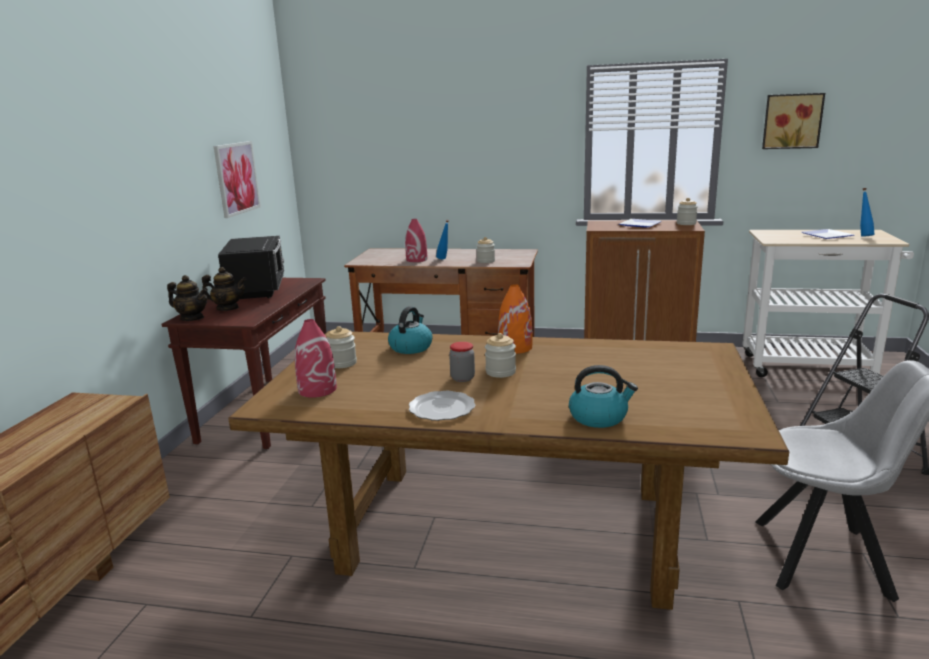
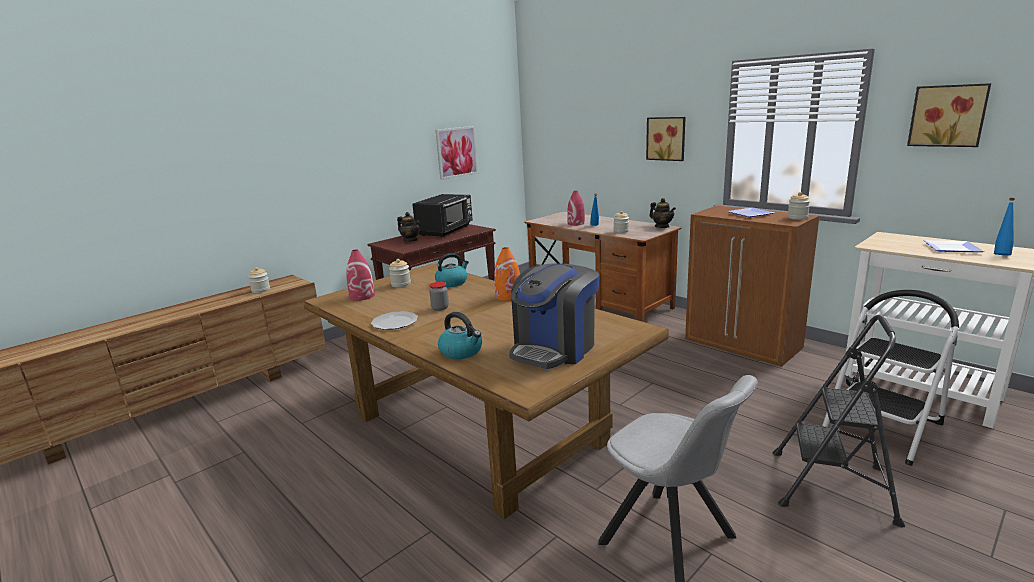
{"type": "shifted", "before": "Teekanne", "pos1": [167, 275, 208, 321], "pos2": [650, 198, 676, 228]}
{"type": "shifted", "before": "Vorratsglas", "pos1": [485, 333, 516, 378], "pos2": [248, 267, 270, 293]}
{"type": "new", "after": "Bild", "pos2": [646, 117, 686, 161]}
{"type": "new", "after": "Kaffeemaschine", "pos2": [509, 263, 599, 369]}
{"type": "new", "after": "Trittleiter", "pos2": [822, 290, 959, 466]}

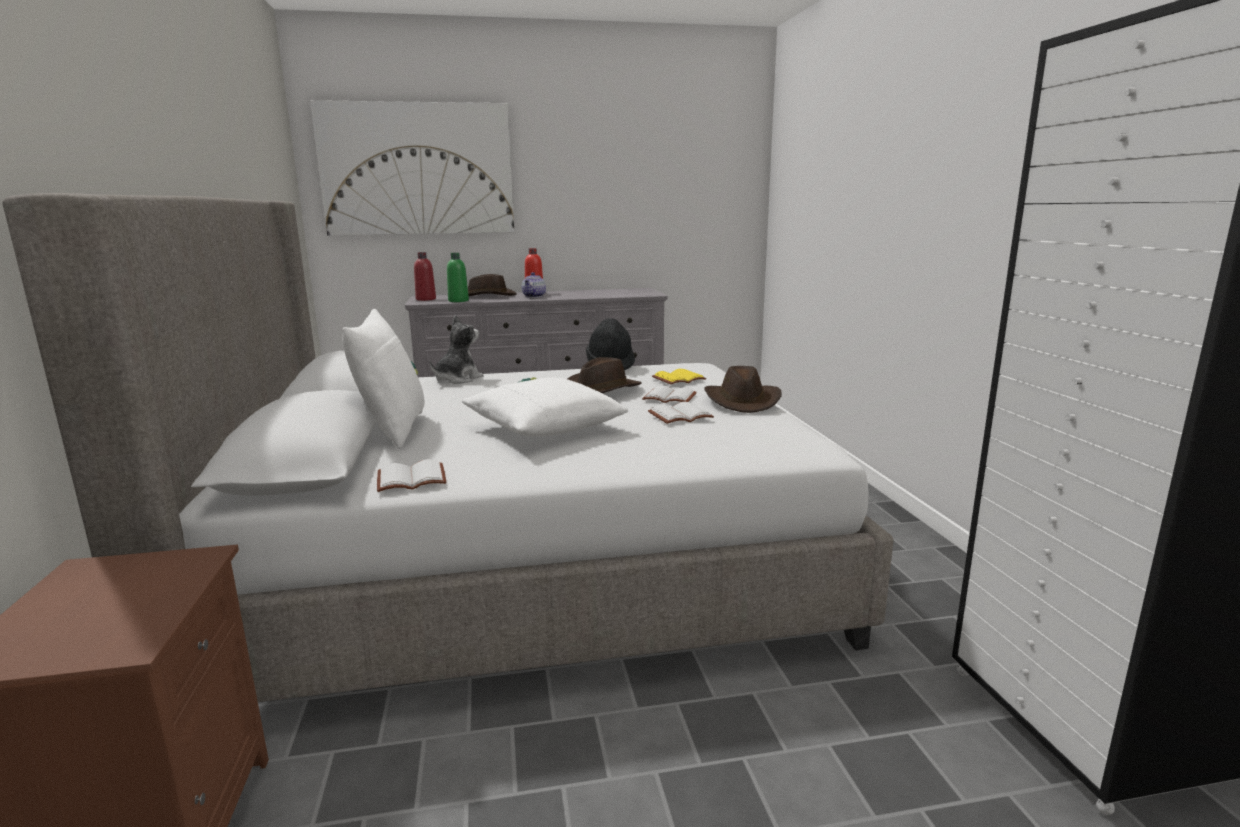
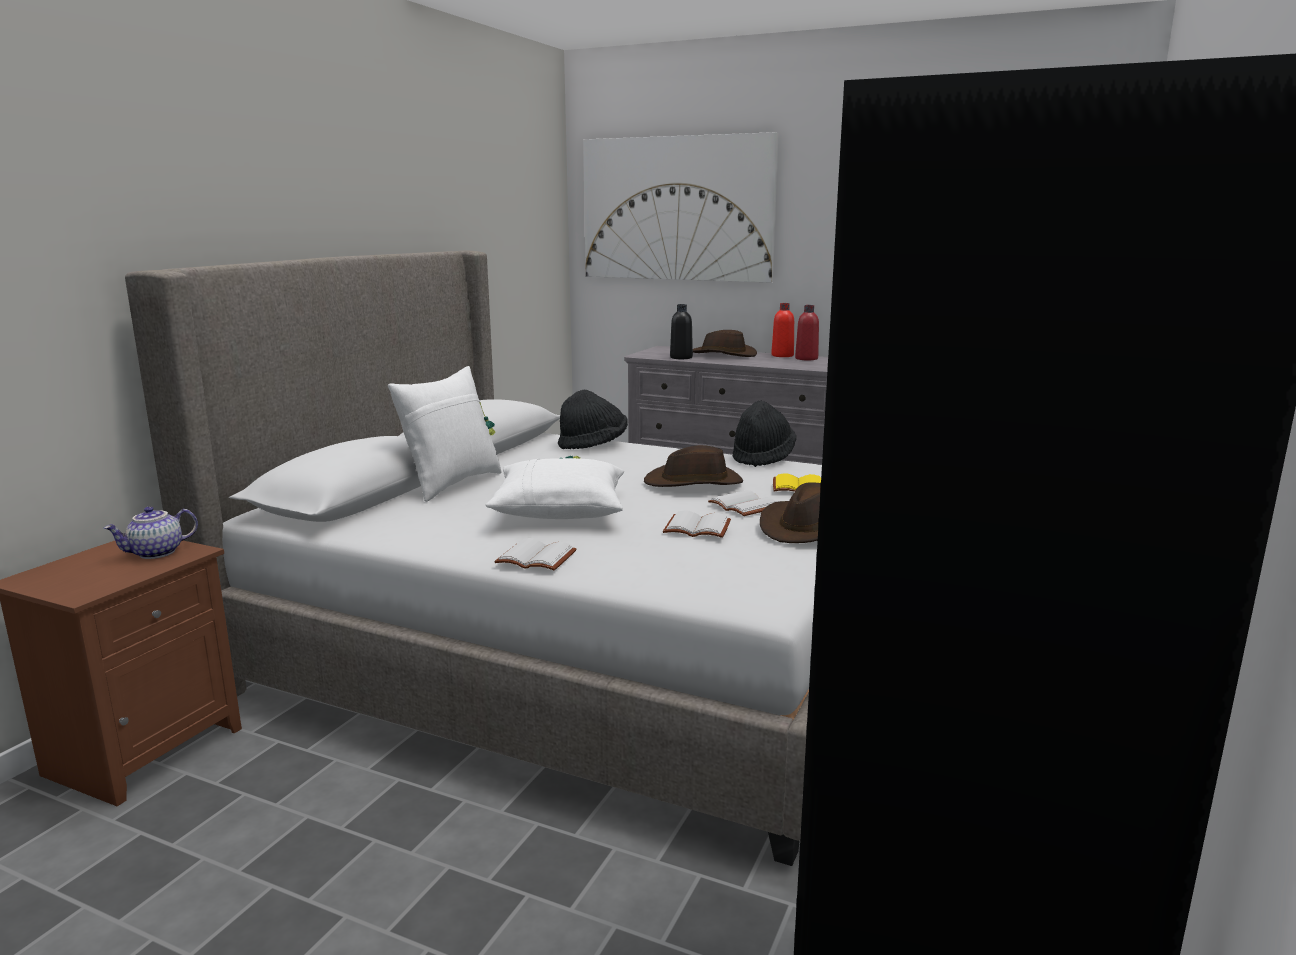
{"type": "shifted", "before": "Flasche (rot)", "pos1": [414, 252, 436, 301], "pos2": [795, 305, 819, 360]}
{"type": "repainted", "before": "Flasche (grün)", "after": "Flasche (schwarz)", "pos1": [447, 253, 469, 302], "pos2": [670, 304, 693, 359]}
{"type": "shifted", "before": "Teekanne", "pos1": [522, 272, 546, 298], "pos2": [103, 507, 198, 559]}
{"type": "swapped", "before": "Plüschtier", "after": "Hut (schwarz)", "pos1": [429, 315, 484, 384], "pos2": [558, 390, 628, 449]}
{"type": "shifted", "before": "Buch (weiß)", "pos1": [377, 459, 446, 492], "pos2": [494, 538, 577, 570]}

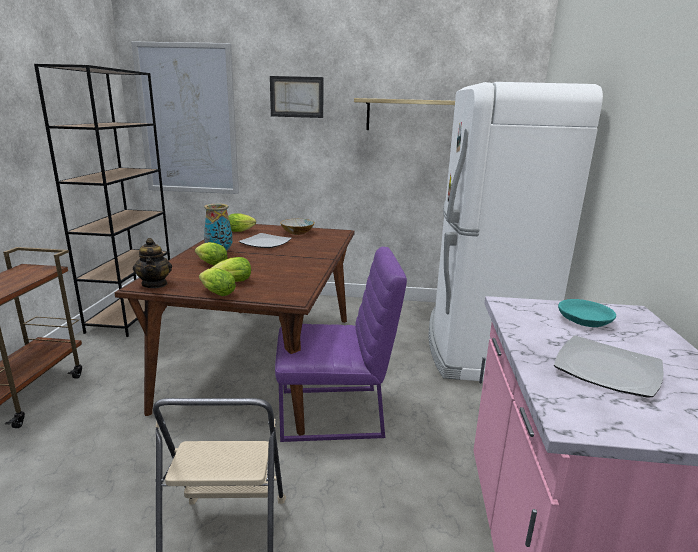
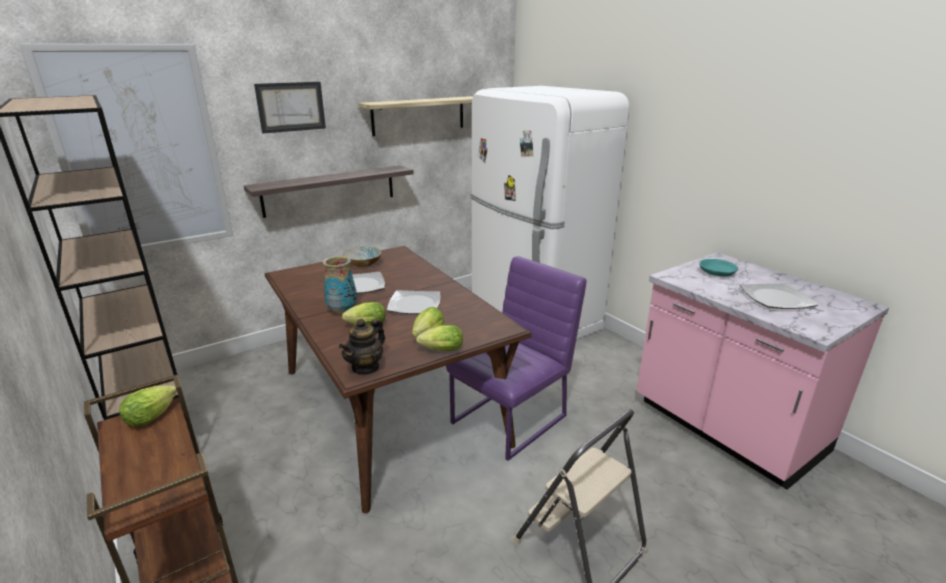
{"type": "shifted", "before": "Salatkopf", "pos1": [228, 213, 256, 232], "pos2": [119, 385, 177, 427]}
{"type": "rotated", "before": "Teekanne", "pos1": [133, 238, 172, 288], "pos2": [339, 318, 385, 376], "turn": 90}
{"type": "new", "after": "Wandregal", "pos2": [244, 165, 414, 218]}
{"type": "new", "after": "Teller", "pos2": [387, 290, 441, 314]}

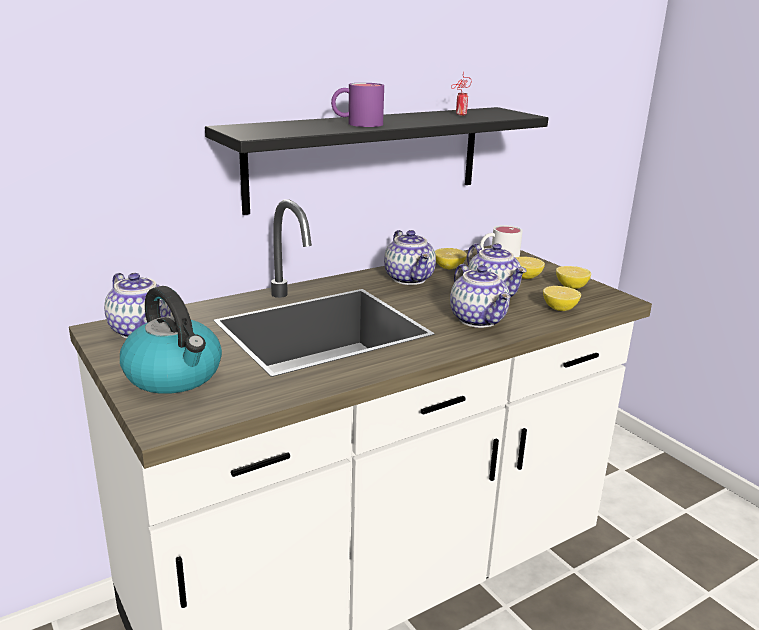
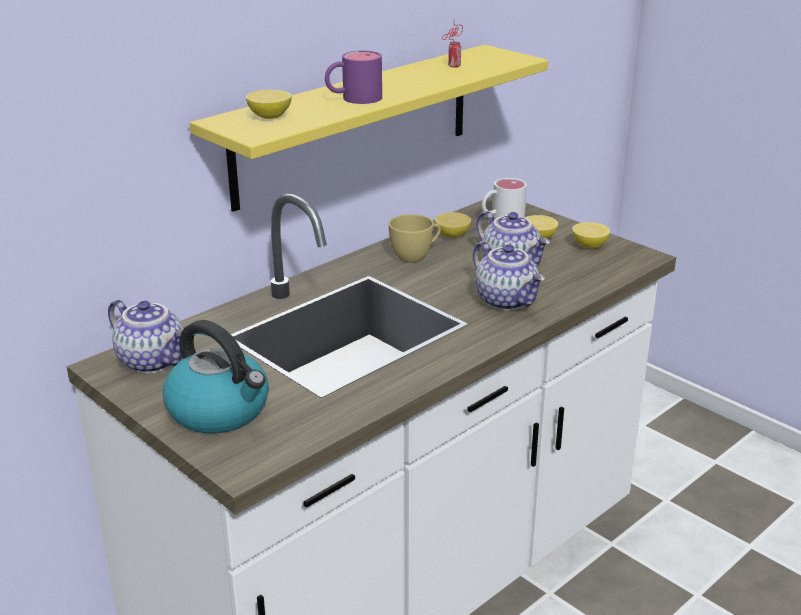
{"type": "repainted", "before": "Wandregal (schwarz)", "after": "Wandregal (gelb)", "pos1": [205, 107, 548, 215], "pos2": [190, 45, 548, 212]}
{"type": "swapped", "before": "Teekanne", "after": "Tasse (gelb)", "pos1": [384, 230, 436, 285], "pos2": [389, 214, 441, 263]}
{"type": "shifted", "before": "Zitrone", "pos1": [543, 286, 581, 311], "pos2": [246, 90, 292, 119]}

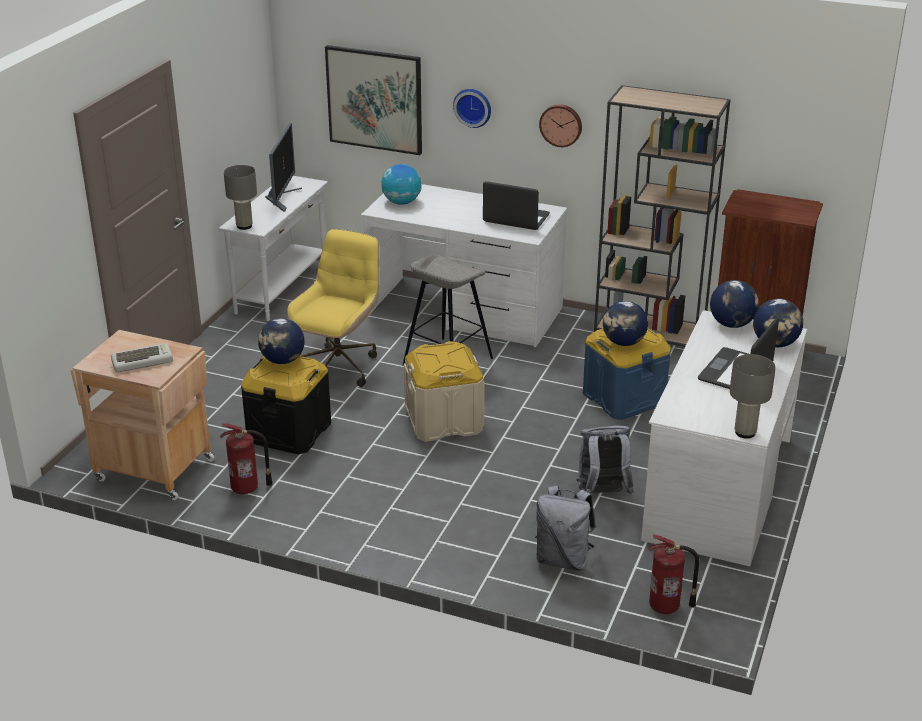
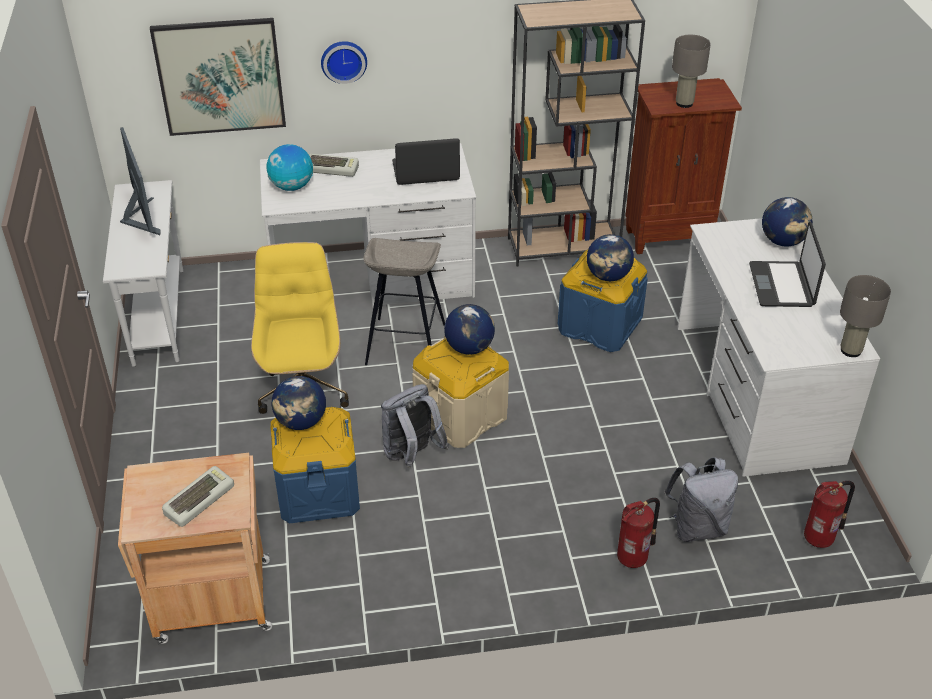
{"type": "gone", "before": "Wanduhr", "pos1": [539, 104, 582, 147]}
{"type": "shifted", "before": "Tischlampe (grau)", "pos1": [224, 165, 257, 230], "pos2": [672, 35, 711, 108]}
{"type": "shifted", "before": "Globus", "pos1": [710, 280, 759, 328], "pos2": [444, 304, 495, 355]}
{"type": "repainted", "before": "Aufbewahrungsbox (schwarz)", "after": "Aufbewahrungsbox (blau)", "pos1": [241, 356, 331, 454], "pos2": [271, 407, 360, 523]}
{"type": "shifted", "before": "Feuerlöscher", "pos1": [220, 423, 273, 494], "pos2": [617, 498, 660, 568]}
{"type": "shifted", "before": "Rucksack (grau)", "pos1": [576, 425, 634, 494], "pos2": [381, 384, 449, 468]}
{"type": "new", "after": "Tastatur", "pos2": [309, 154, 359, 177]}

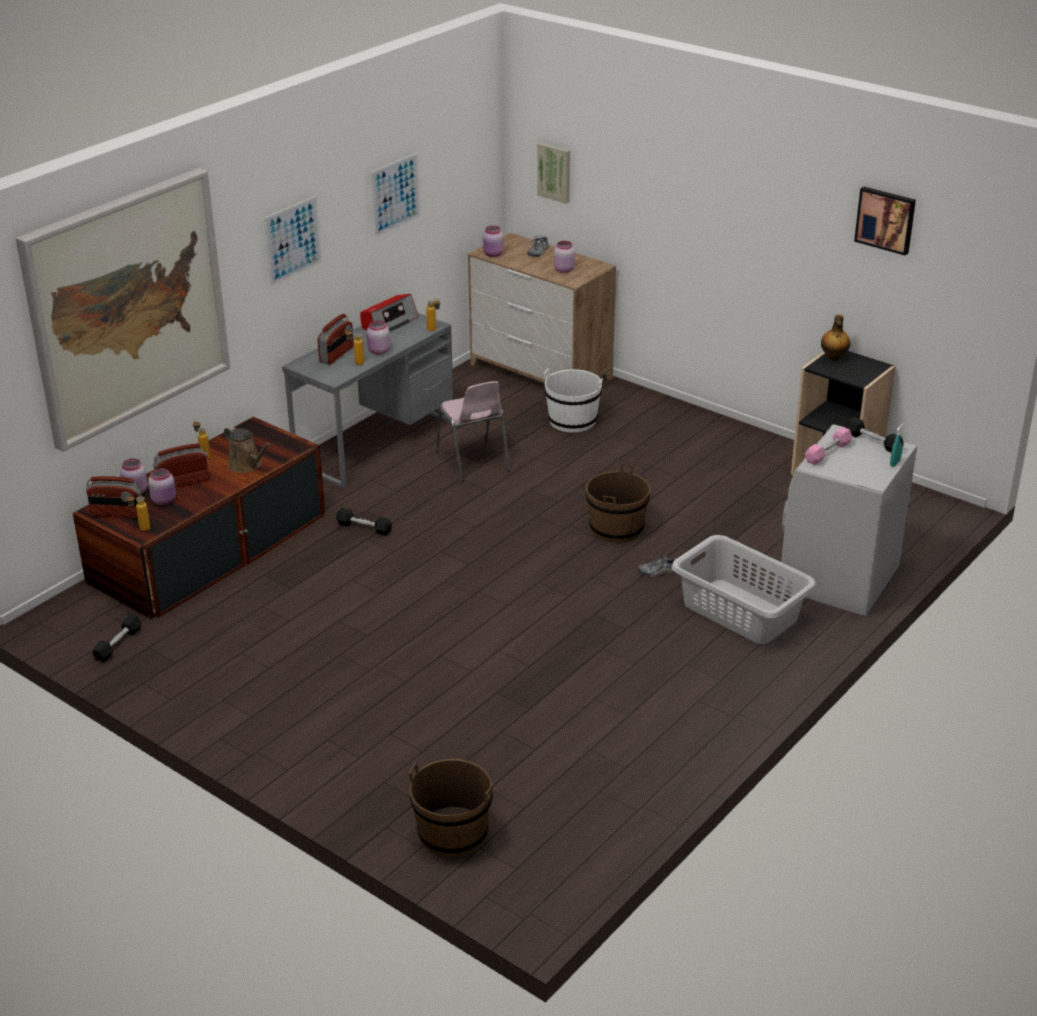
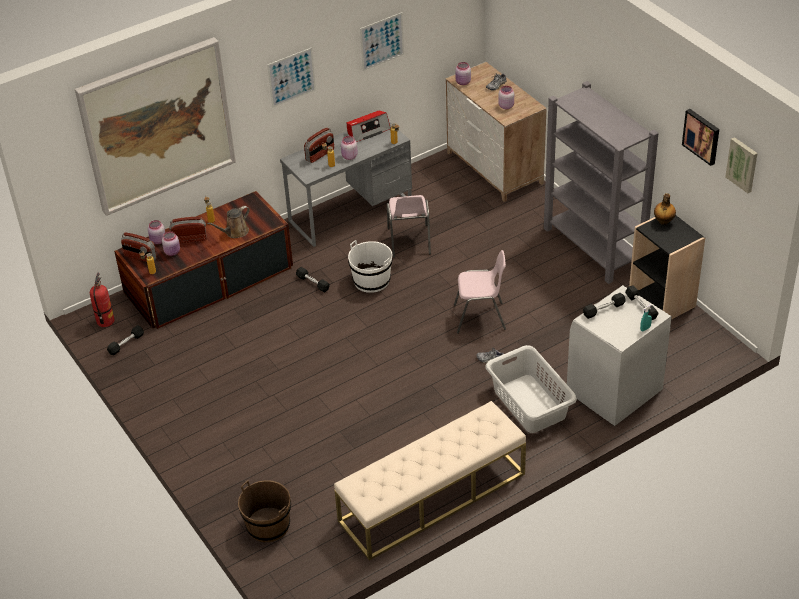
{"type": "shifted", "before": "Bild", "pos1": [537, 142, 570, 204], "pos2": [725, 137, 757, 193]}
{"type": "shifted", "before": "Eimer (weiß)", "pos1": [544, 368, 603, 432], "pos2": [348, 240, 393, 293]}
{"type": "rotated", "before": "Gießkanne (braun)", "pos1": [224, 426, 271, 473], "pos2": [207, 206, 250, 238], "turn": 75}
{"type": "repainted", "before": "Hantel (rosa)", "after": "Hantel (schwarz)", "pos1": [805, 427, 853, 465], "pos2": [583, 293, 626, 319]}
{"type": "swapped", "before": "Eimer (braun)", "after": "Stuhl (rosa)", "pos1": [586, 463, 650, 543], "pos2": [454, 250, 506, 334]}
{"type": "new", "after": "Bücherregal (grau)", "pos2": [544, 81, 659, 284]}
{"type": "new", "after": "Feuerlöscher", "pos2": [90, 273, 115, 327]}
{"type": "new", "after": "Bank (beige)", "pos2": [334, 401, 526, 561]}

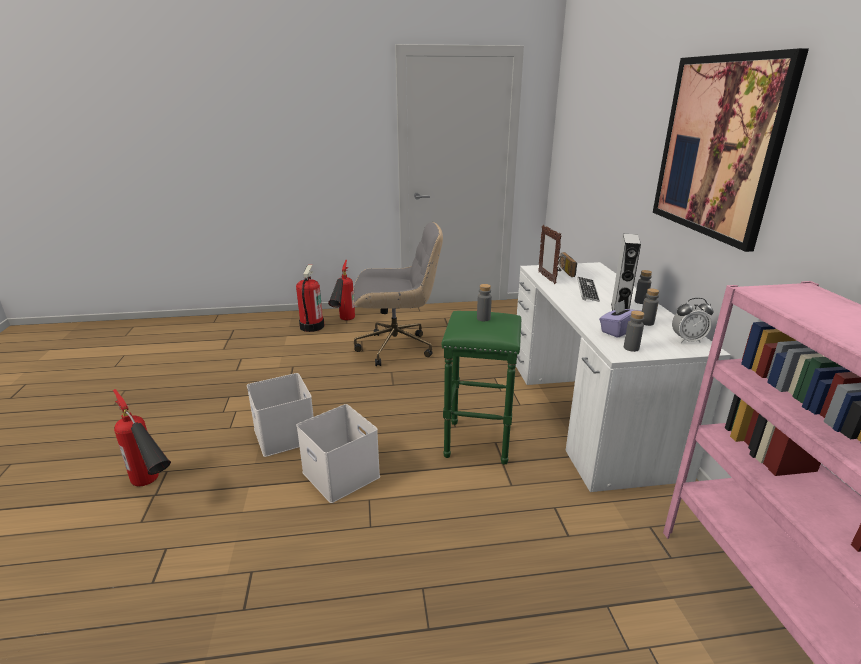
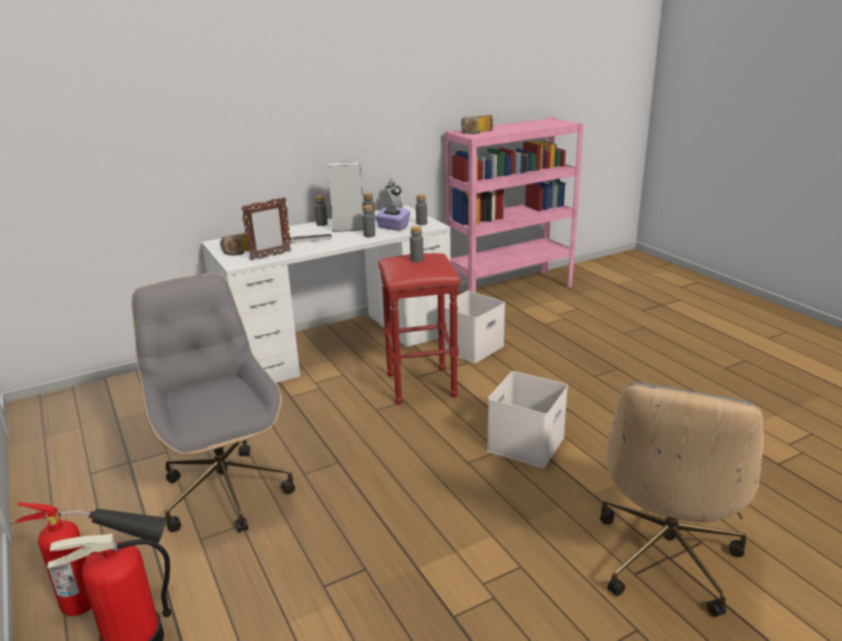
{"type": "gone", "before": "Bild", "pos1": [653, 48, 809, 252]}
{"type": "repainted", "before": "Hocker (grün)", "after": "Hocker (rot)", "pos1": [441, 311, 521, 464], "pos2": [378, 253, 461, 404]}
{"type": "shifted", "before": "Aufbewahrungsbox (weiß)", "pos1": [247, 373, 314, 457], "pos2": [444, 291, 505, 363]}
{"type": "swapped", "before": "Feuerlöscher", "after": "Bürostuhl (grau)", "pos1": [113, 389, 171, 486], "pos2": [600, 382, 764, 617]}
{"type": "new", "after": "Radio", "pos2": [461, 115, 493, 134]}
{"type": "new", "after": "Flasche (grau)", "pos2": [362, 205, 375, 237]}

